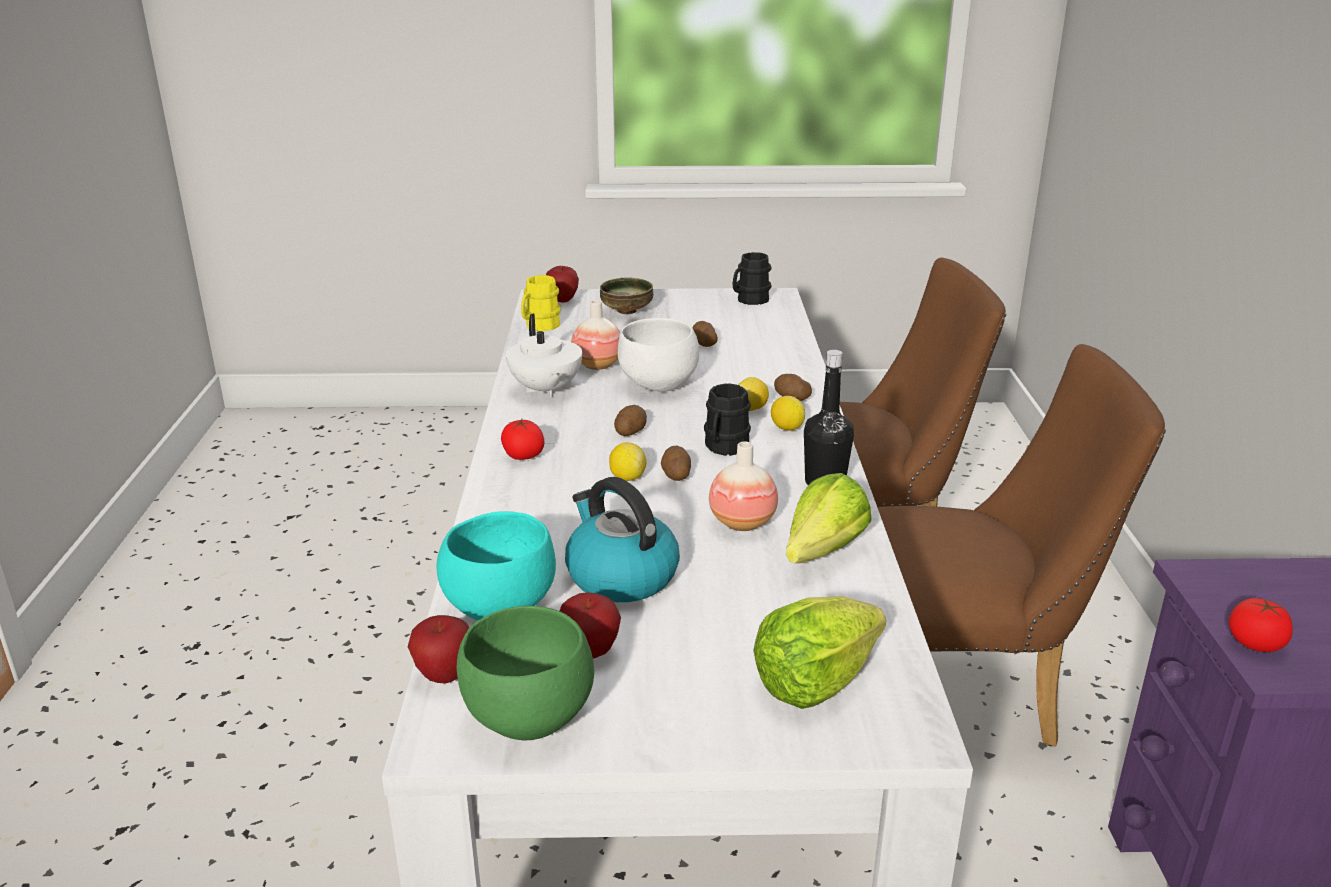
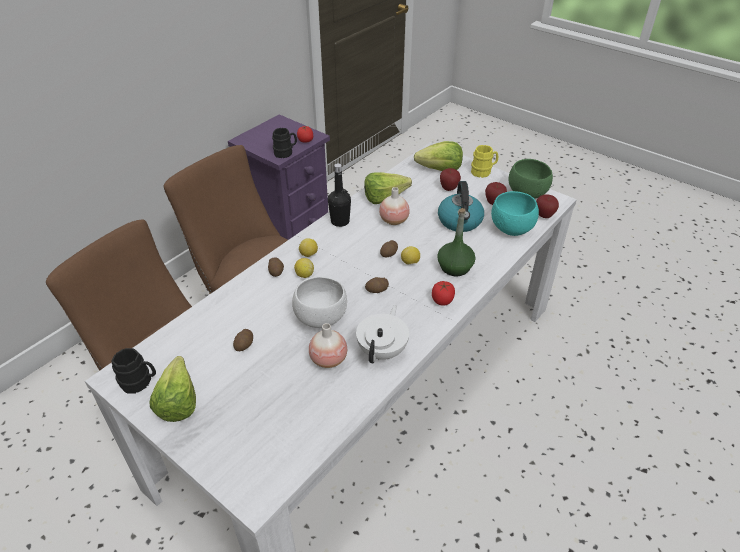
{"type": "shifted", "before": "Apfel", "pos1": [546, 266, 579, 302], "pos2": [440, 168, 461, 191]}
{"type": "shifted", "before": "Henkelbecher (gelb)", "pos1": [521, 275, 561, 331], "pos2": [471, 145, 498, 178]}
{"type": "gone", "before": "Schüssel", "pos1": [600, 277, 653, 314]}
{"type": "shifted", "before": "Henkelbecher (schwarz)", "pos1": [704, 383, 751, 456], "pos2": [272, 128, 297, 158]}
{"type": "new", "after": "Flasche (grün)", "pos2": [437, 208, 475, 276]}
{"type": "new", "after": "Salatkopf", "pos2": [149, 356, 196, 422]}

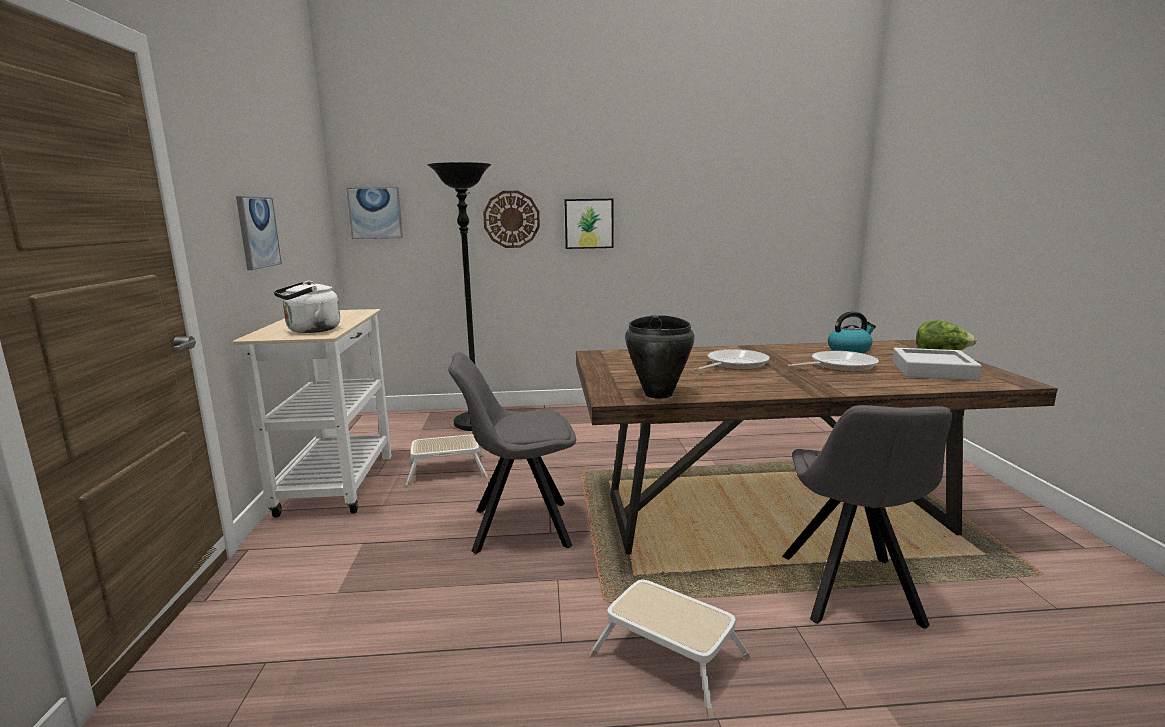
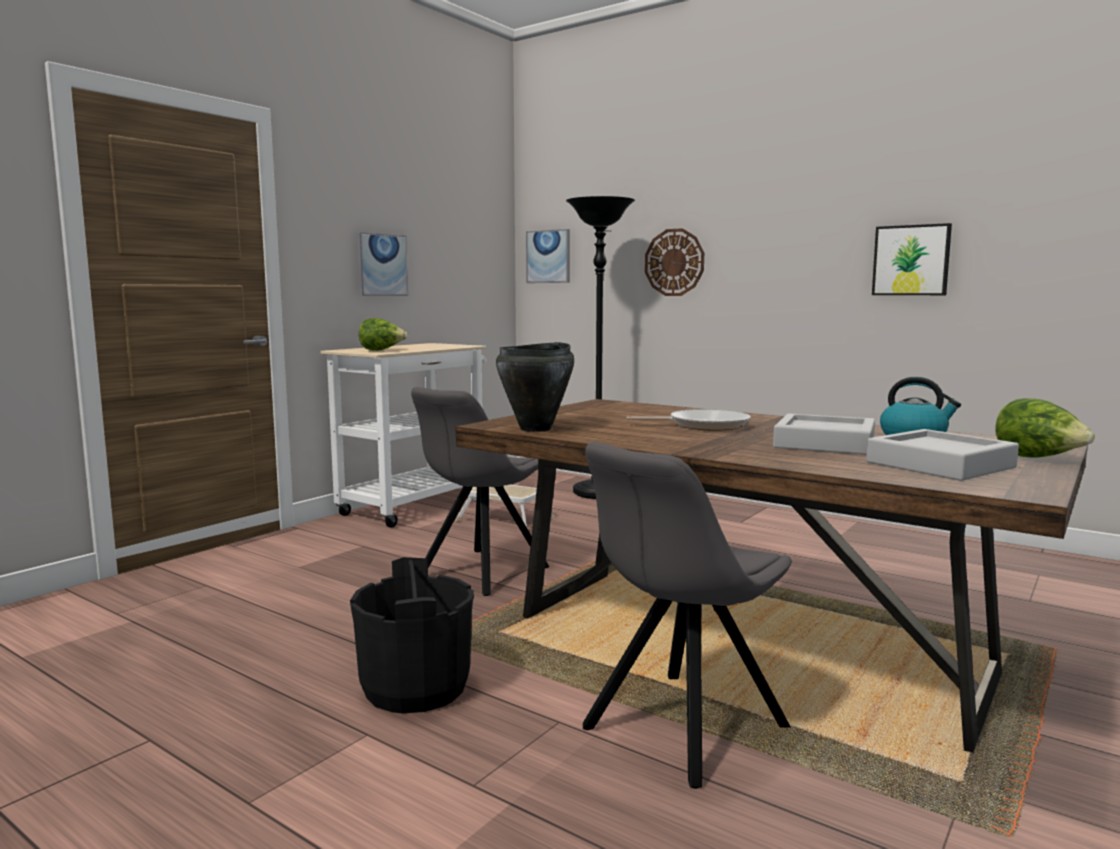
{"type": "shifted", "before": "Bild", "pos1": [564, 199, 614, 249], "pos2": [872, 223, 952, 295]}
{"type": "swapped", "before": "Wasserkessel (weiß)", "after": "Salatkopf", "pos1": [274, 281, 340, 333], "pos2": [359, 318, 407, 351]}
{"type": "swapped", "before": "Pfanne", "after": "Tablett (grau)", "pos1": [787, 351, 879, 372], "pos2": [773, 413, 875, 455]}
{"type": "rotated", "before": "Stuhl (grau)", "pos1": [448, 352, 576, 554], "pos2": [411, 387, 549, 596], "turn": -90}
{"type": "swapped", "before": "Trittleiter (beige)", "after": "Eimer (schwarz)", "pos1": [589, 580, 752, 719], "pos2": [350, 557, 474, 713]}

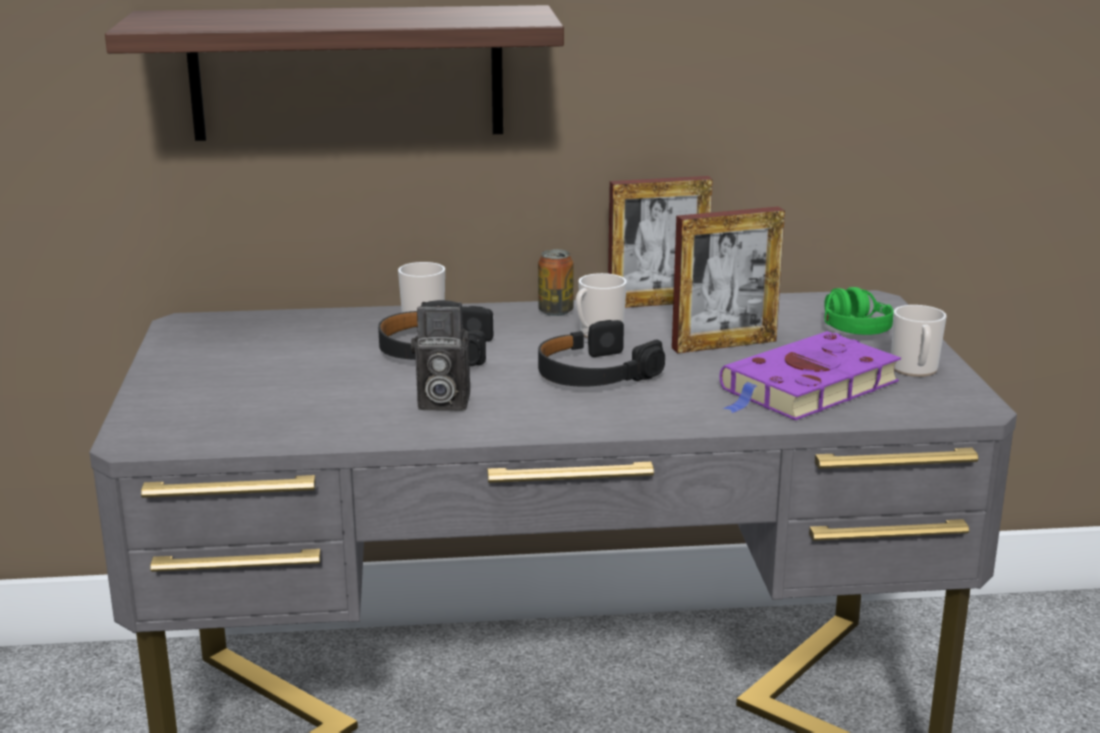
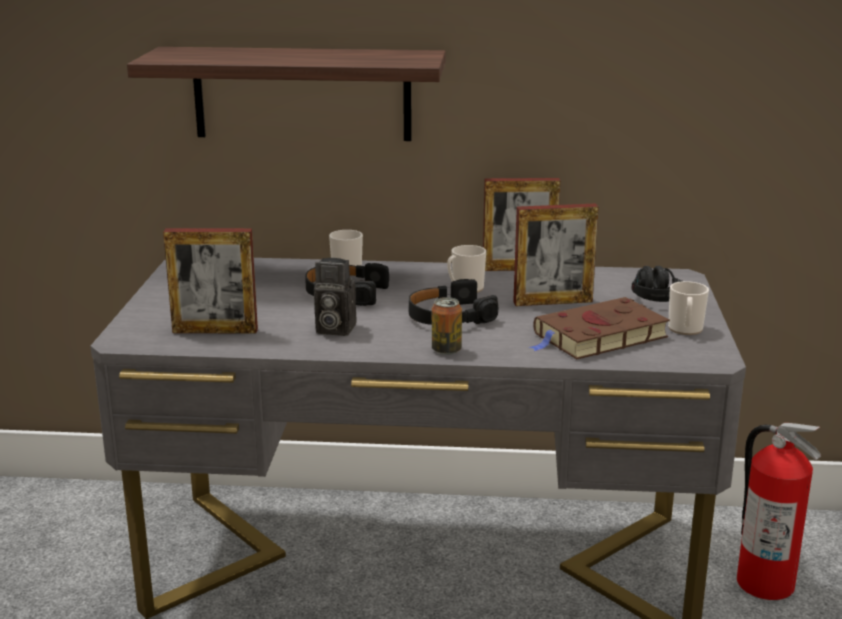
{"type": "shifted", "before": "Dose", "pos1": [538, 249, 573, 316], "pos2": [432, 297, 462, 355]}
{"type": "repainted", "before": "Kopfhörer (grün)", "after": "Kopfhörer (schwarz)", "pos1": [824, 287, 894, 335], "pos2": [631, 266, 683, 302]}
{"type": "repainted", "before": "Buch (lila)", "after": "Buch (braun)", "pos1": [720, 331, 901, 420], "pos2": [529, 297, 670, 359]}
{"type": "new", "after": "Bilderrahmen", "pos2": [163, 228, 258, 333]}
{"type": "new", "after": "Feuerlöscher", "pos2": [737, 423, 821, 600]}

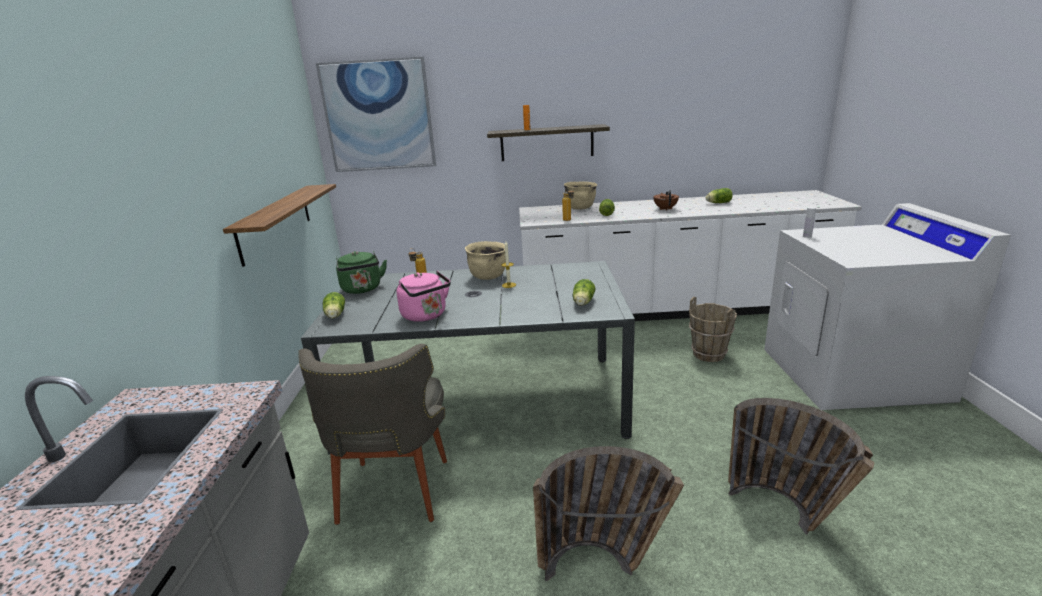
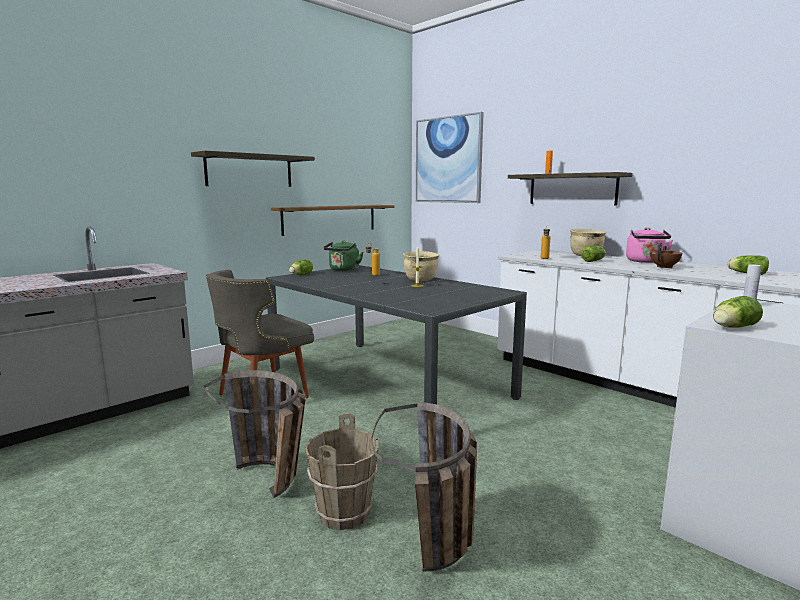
{"type": "shifted", "before": "Wasserkessel (rosa)", "pos1": [397, 271, 451, 322], "pos2": [626, 227, 673, 263]}
{"type": "shifted", "before": "Salatkopf", "pos1": [573, 279, 595, 306], "pos2": [713, 296, 763, 328]}
{"type": "shifted", "before": "Eimer (braun)", "pos1": [689, 297, 737, 362], "pos2": [305, 413, 379, 530]}
{"type": "new", "after": "Wandregal", "pos2": [191, 151, 315, 187]}

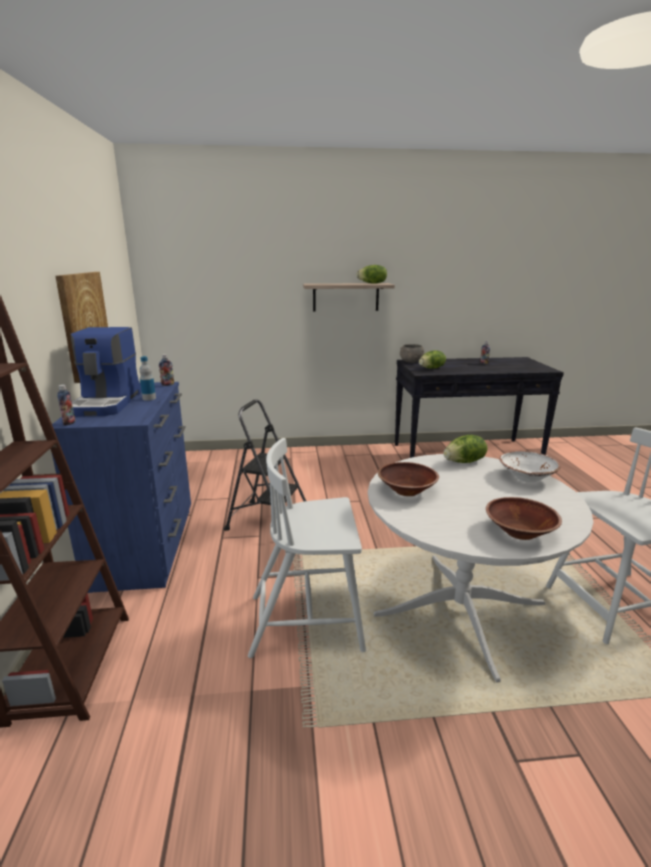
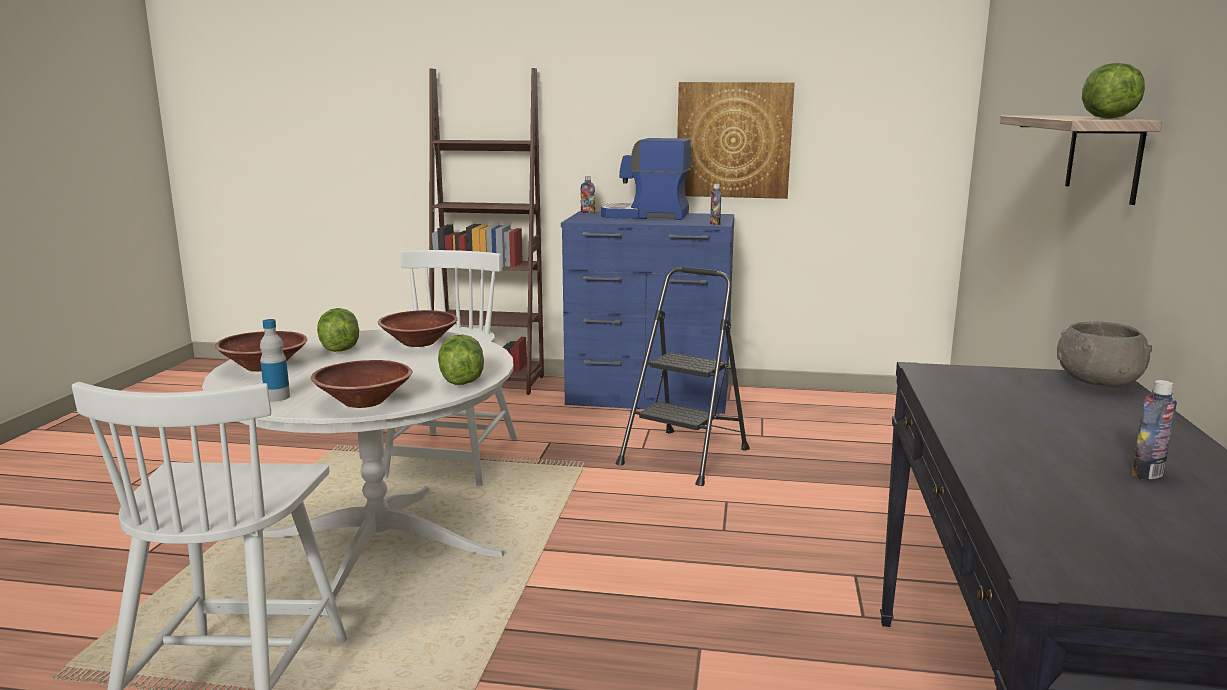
{"type": "shifted", "before": "Salatkopf", "pos1": [419, 350, 446, 369], "pos2": [317, 308, 359, 352]}
{"type": "shifted", "before": "Flasche", "pos1": [139, 356, 156, 401], "pos2": [260, 319, 290, 402]}
{"type": "repainted", "before": "Schüssel (weiß)", "after": "Schüssel (braun)", "pos1": [499, 451, 561, 482], "pos2": [311, 360, 412, 408]}

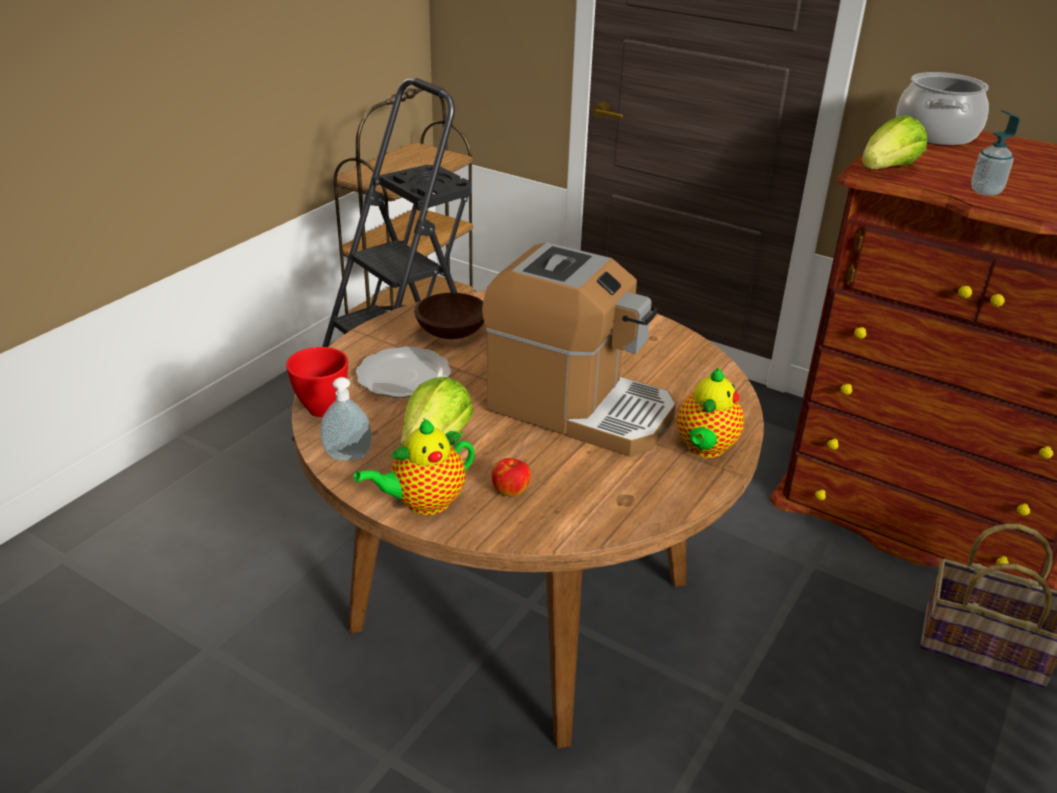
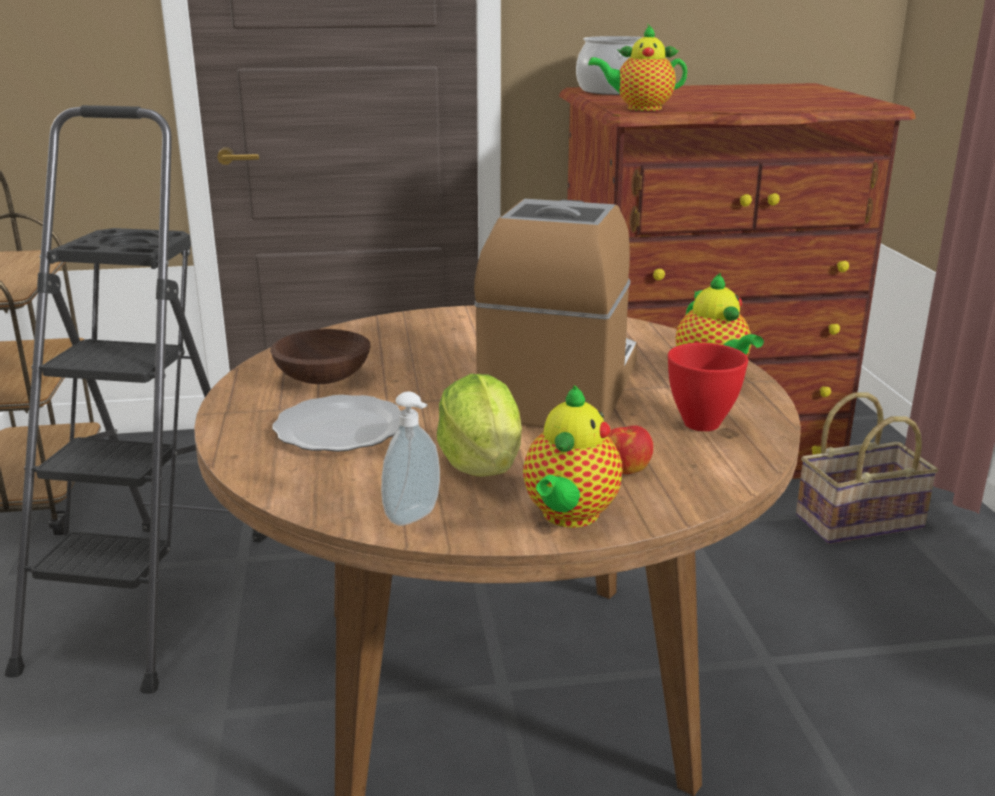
{"type": "gone", "before": "Seifenspender", "pos1": [971, 110, 1020, 196]}
{"type": "swapped", "before": "Salatkopf", "after": "Teekanne", "pos1": [862, 115, 927, 169], "pos2": [588, 25, 688, 111]}
{"type": "rotated", "before": "Kaffeemaschine", "pos1": [482, 242, 676, 456], "pos2": [474, 199, 638, 427], "turn": -60}
{"type": "shifted", "before": "Schüssel (rot)", "pos1": [286, 347, 348, 417], "pos2": [668, 343, 748, 431]}

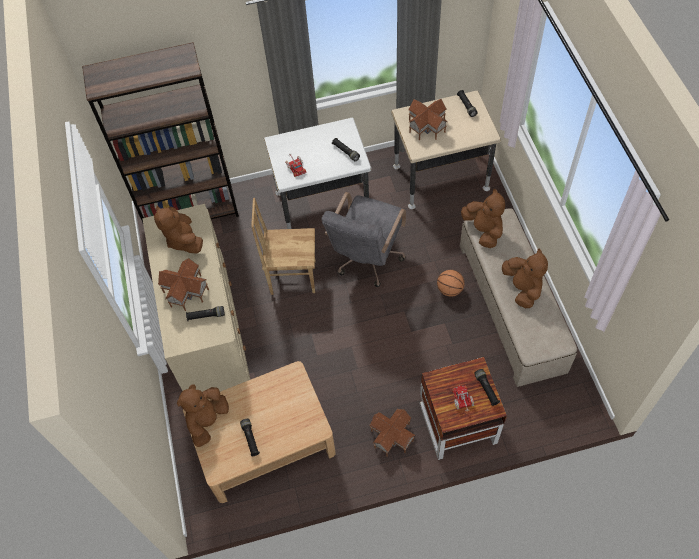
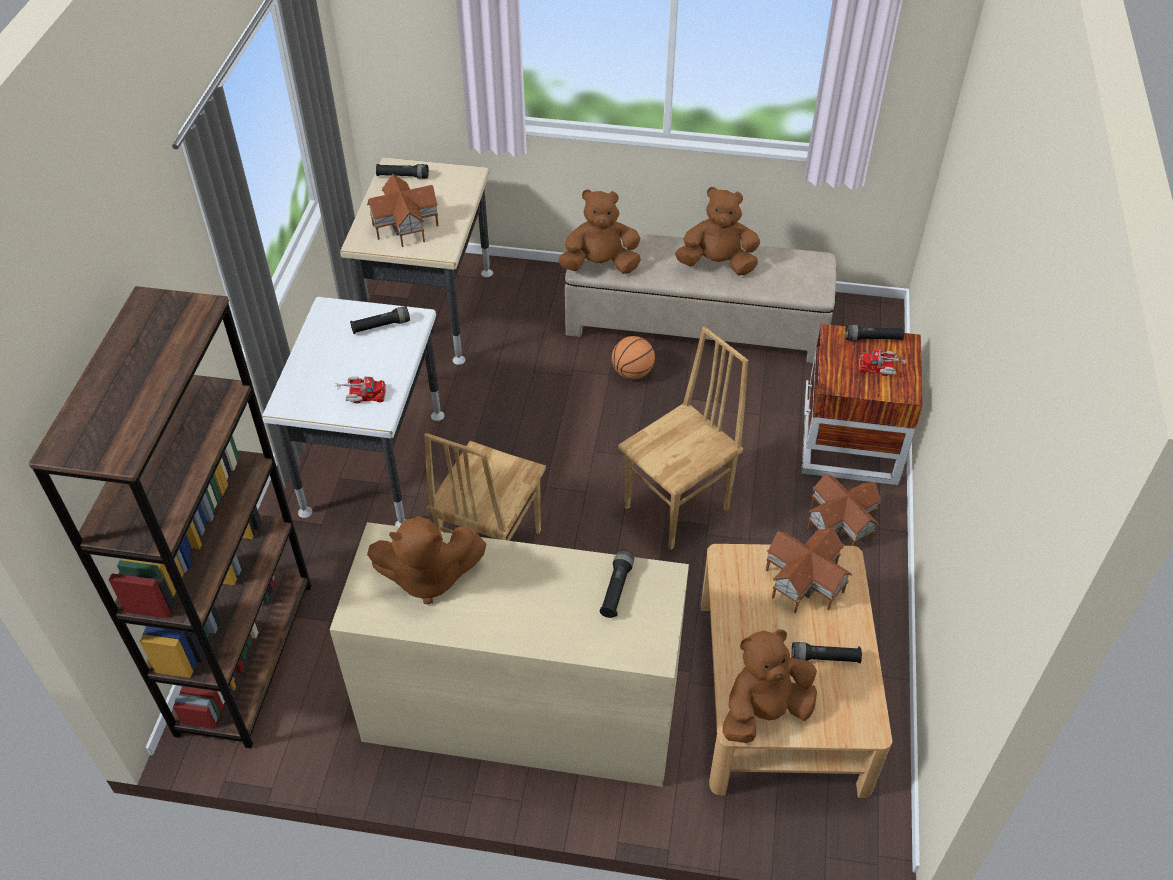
{"type": "gone", "before": "Bürostuhl (grau)", "pos1": [321, 192, 406, 287]}
{"type": "shifted", "before": "Spielzeughaus", "pos1": [158, 258, 209, 311], "pos2": [766, 527, 852, 613]}
{"type": "rotated", "before": "Plüschtier (braun)", "pos1": [177, 384, 229, 447], "pos2": [723, 629, 817, 743], "turn": 105}
{"type": "new", "after": "Stuhl (braun)", "pos2": [618, 326, 748, 550]}

